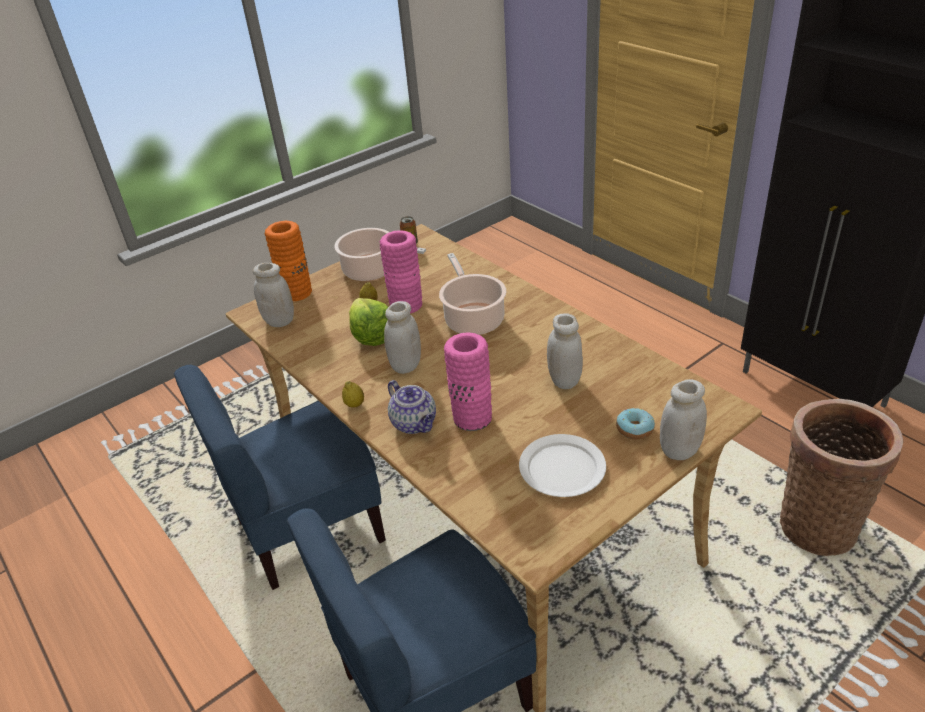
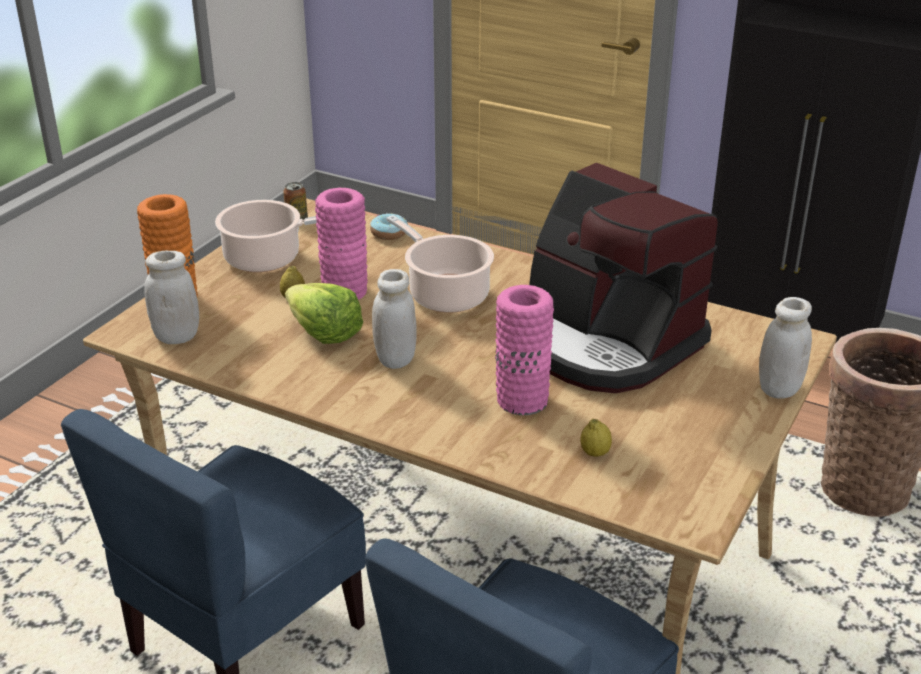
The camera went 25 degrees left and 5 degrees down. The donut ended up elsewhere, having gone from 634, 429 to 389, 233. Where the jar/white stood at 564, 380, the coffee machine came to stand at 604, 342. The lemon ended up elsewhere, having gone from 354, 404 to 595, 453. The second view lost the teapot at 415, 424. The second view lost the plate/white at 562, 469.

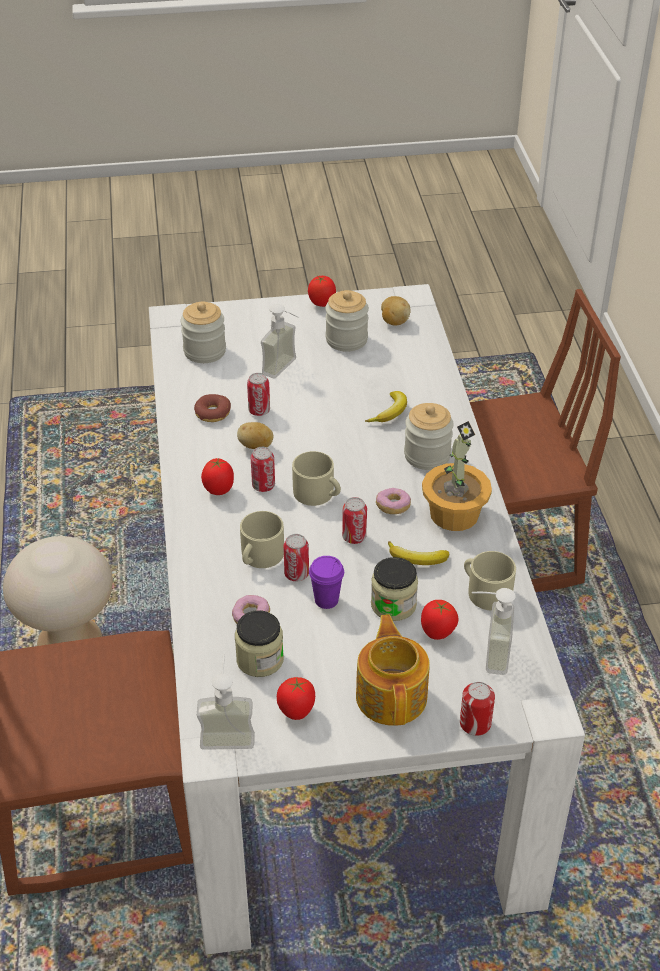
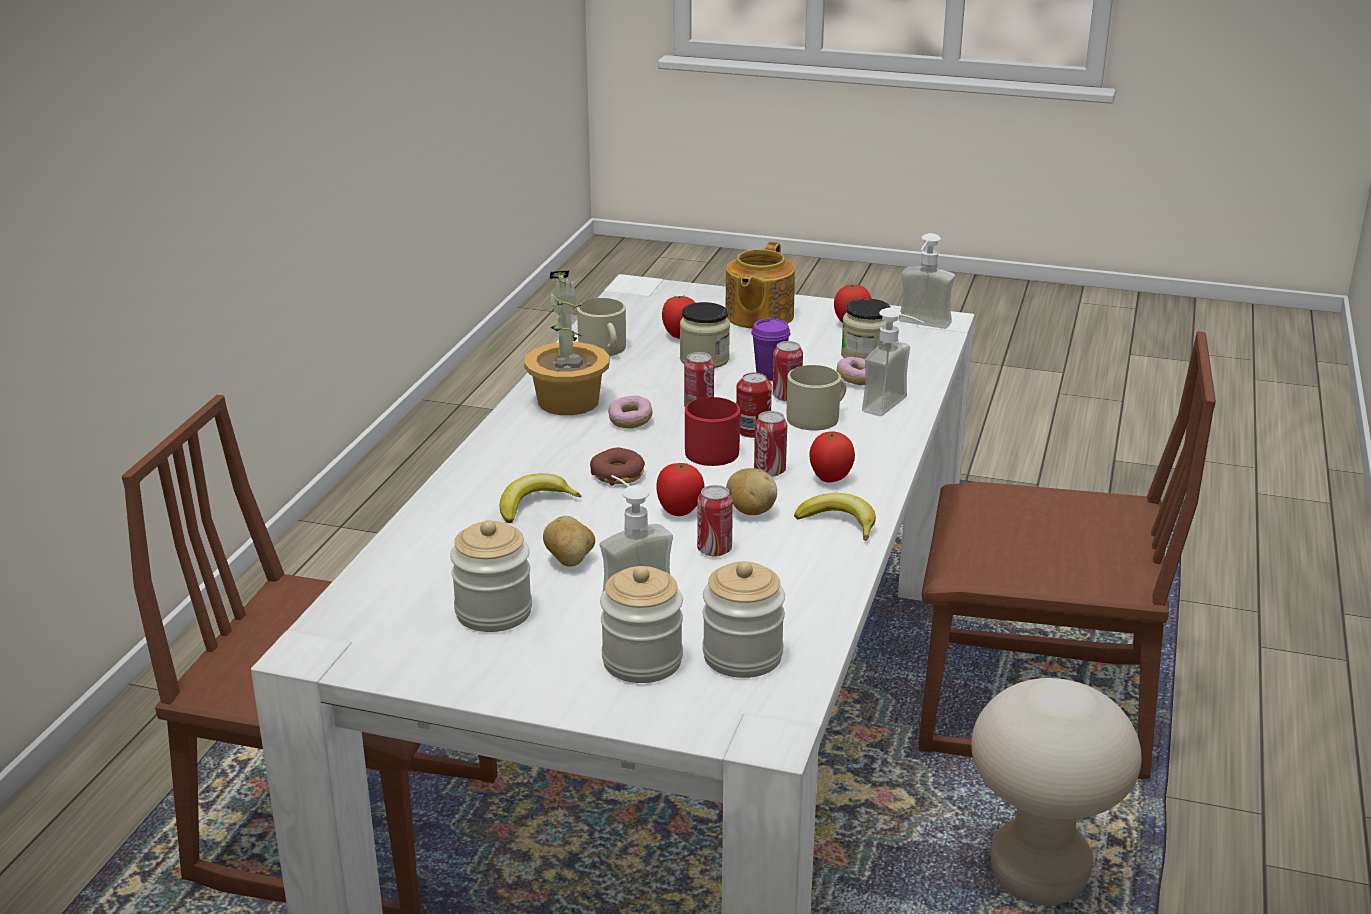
The camera went 155 degrees left and 15 degrees down. The potato ended up elsewhere, having gone from 394, 321 to 570, 561. The donut ended up elsewhere, having gone from 212, 413 to 617, 475. The jar ended up elsewhere, having gone from 427, 455 to 642, 661. The tomato ended up elsewhere, having gone from 322, 304 to 679, 512. What was the mug/beige at 318, 494 turned into the mug/red at 707, 450. The can ended up elsewhere, having gone from 475, 723 to 753, 430. The banana ended up elsewhere, having gone from 416, 559 to 839, 523. The soap dispenser ended up elsewhere, having gone from 486, 654 to 895, 407.

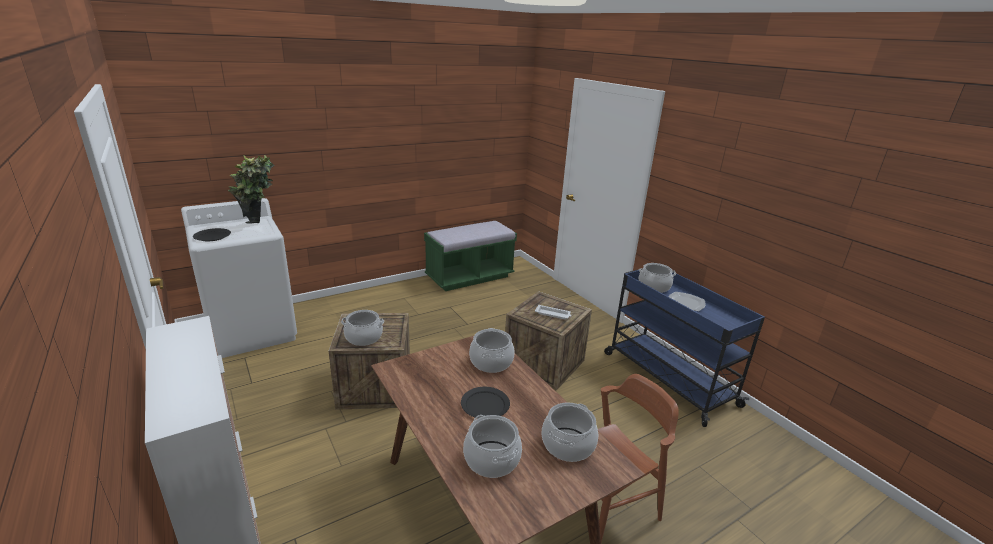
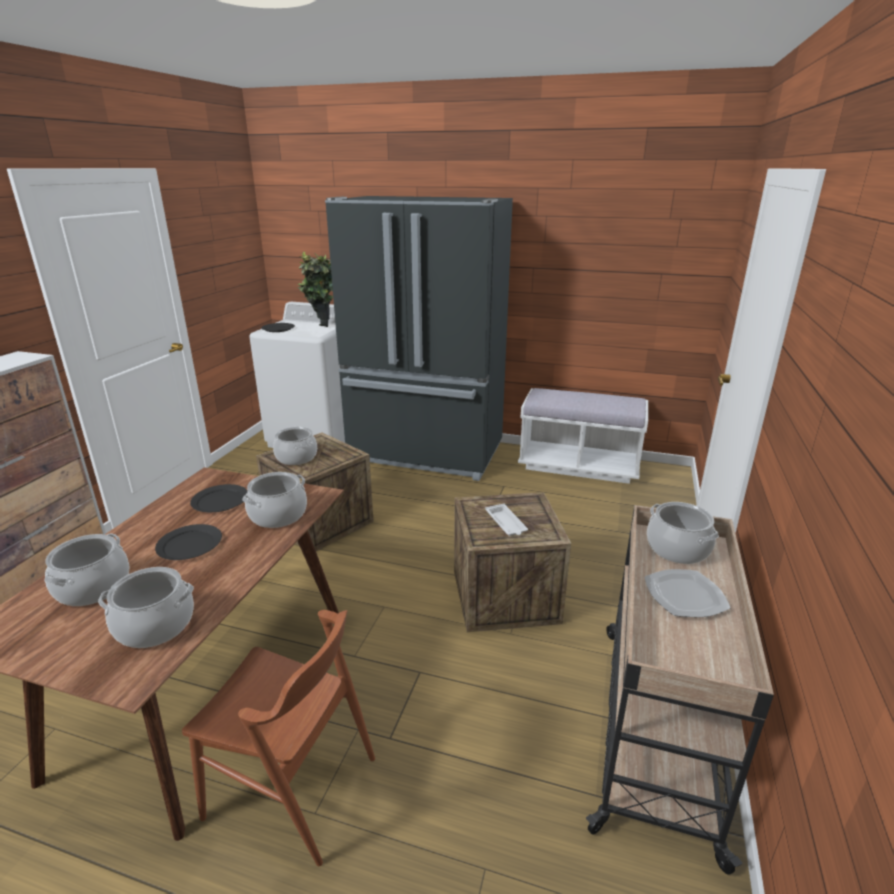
The camera went 50 degrees right and 0 degrees up. The second view gained the plate/black at 220, 501. The second view gained the fridge/black at 425, 454. What was the bench/green at 469, 277 turned into the bench/white at 578, 466. What was the cart/blue at 667, 378 turned into the cart/beige at 655, 727.

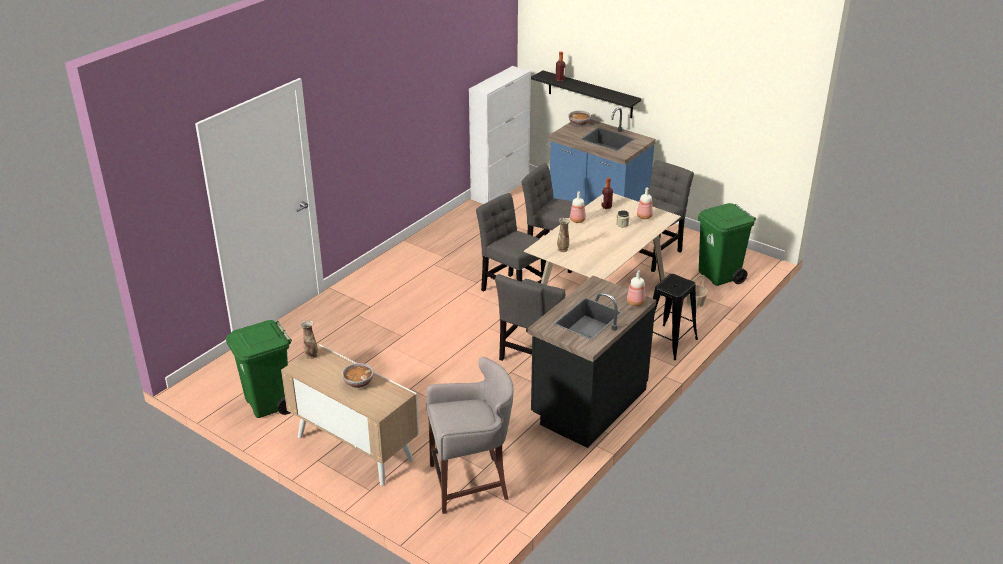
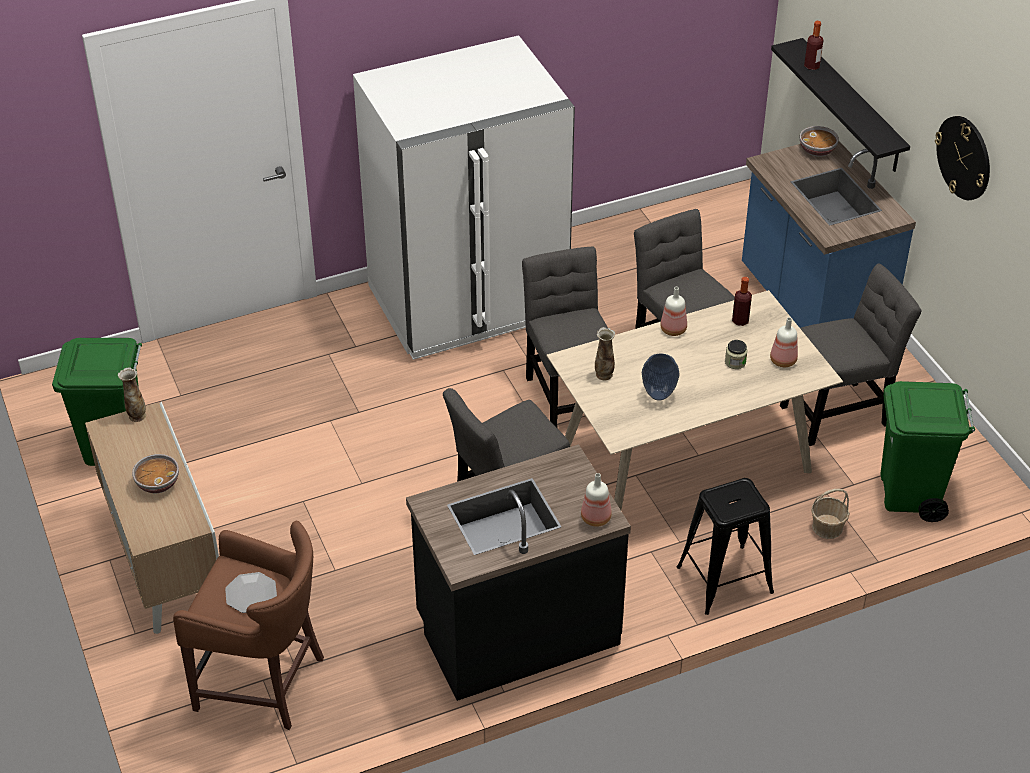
The camera went 30 degrees right and 10 degrees up. What was the stool/grey at 471, 483 turned into the stool/brown at 264, 682. The second view gained the plate at 251, 594. The second view gained the fridge/white at 468, 303. The second view gained the vase at 658, 394. The second view gained the wall clock at 964, 157. The second view lost the cabinet/white at 500, 189.

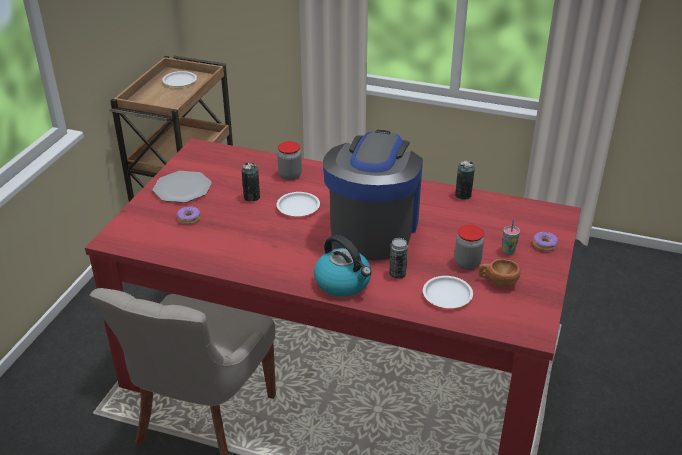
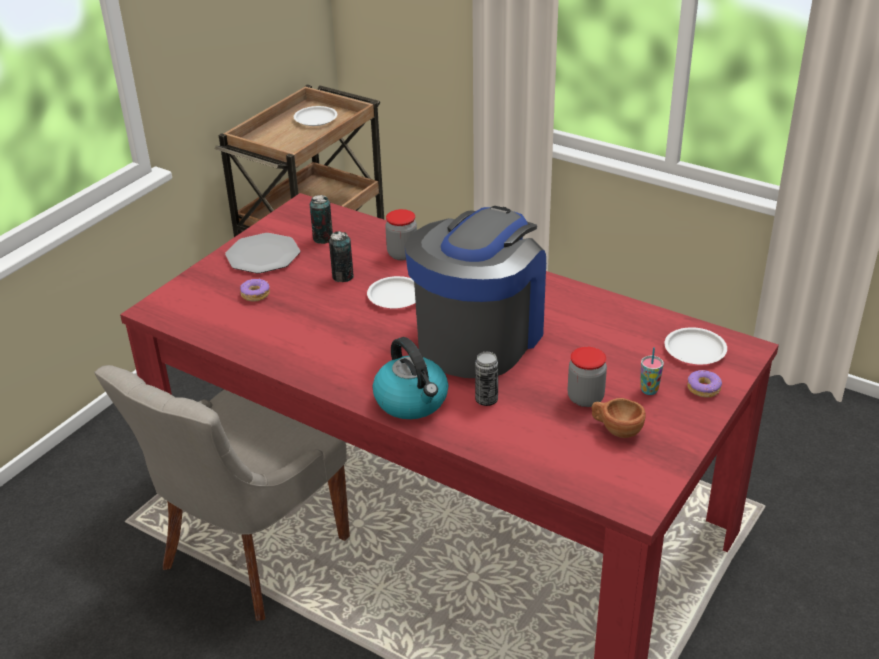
The camera went 15 degrees right and 0 degrees up. The can ended up elsewhere, having gone from 463, 195 to 323, 239. The plate/white ended up elsewhere, having gone from 447, 295 to 694, 350.

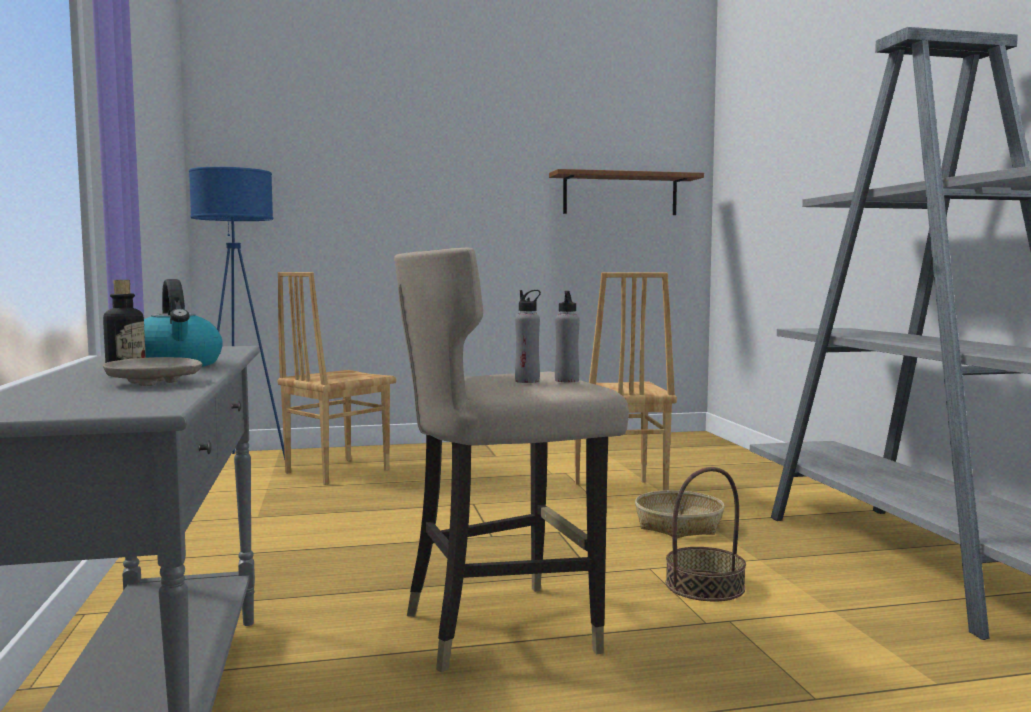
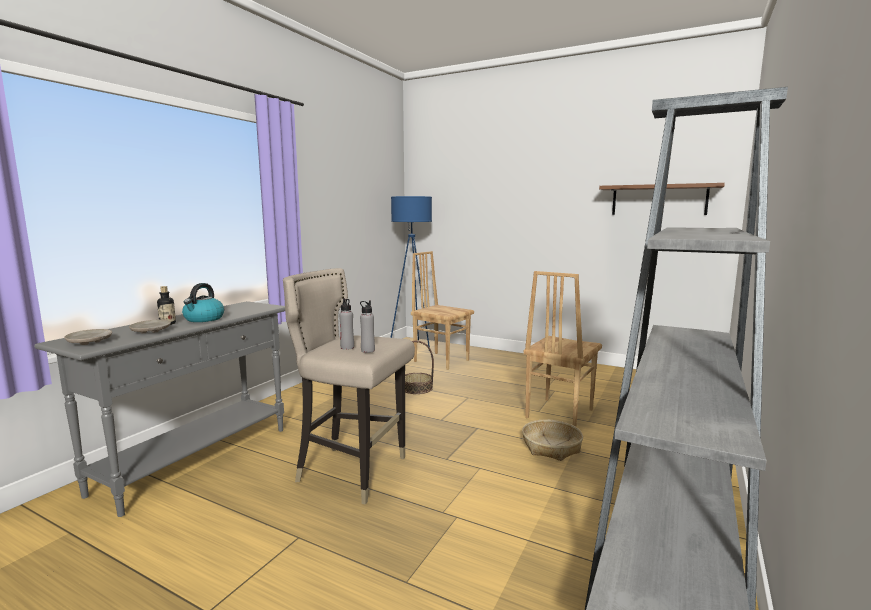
The camera went 40 degrees right and 5 degrees up. The second view gained the plate/beige at 90, 342. The basket ended up elsewhere, having gone from 704, 586 to 417, 388. The chair/brown at 335, 471 ended up facing another way, 45 degrees clockwise from before.

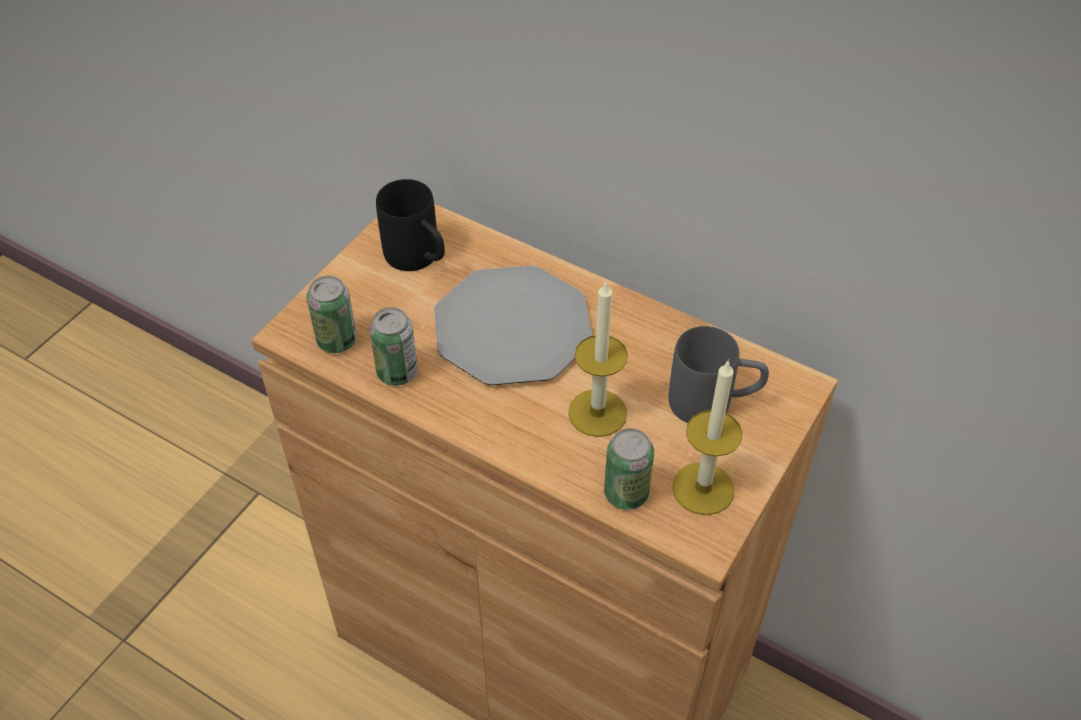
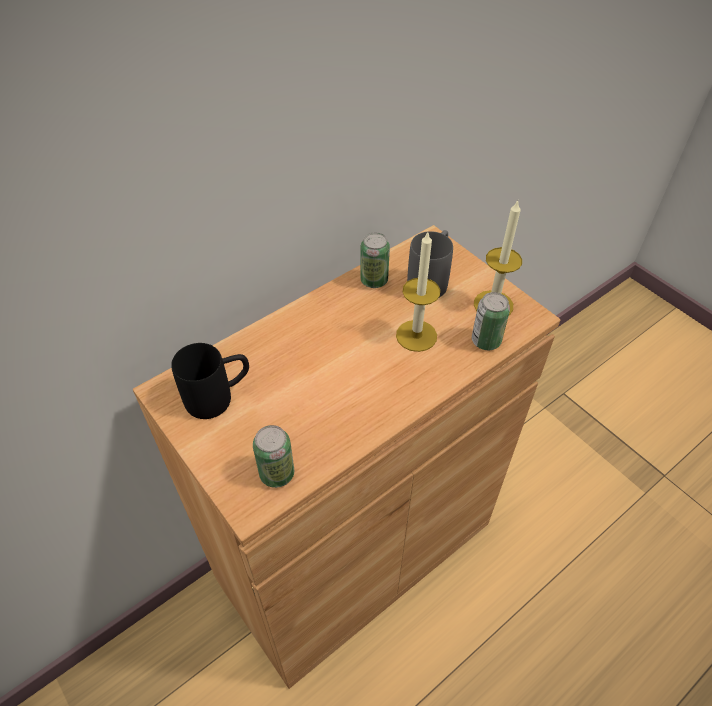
The camera went 70 degrees left and 0 degrees up. The can ended up elsewhere, having gone from 397, 372 to 374, 280. The second view lost the plate at 513, 327.

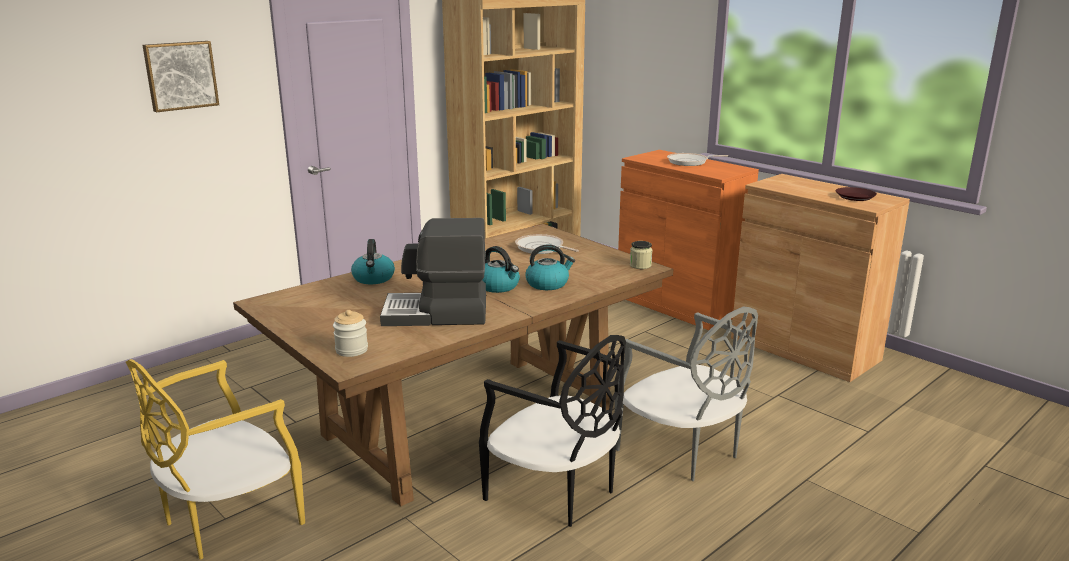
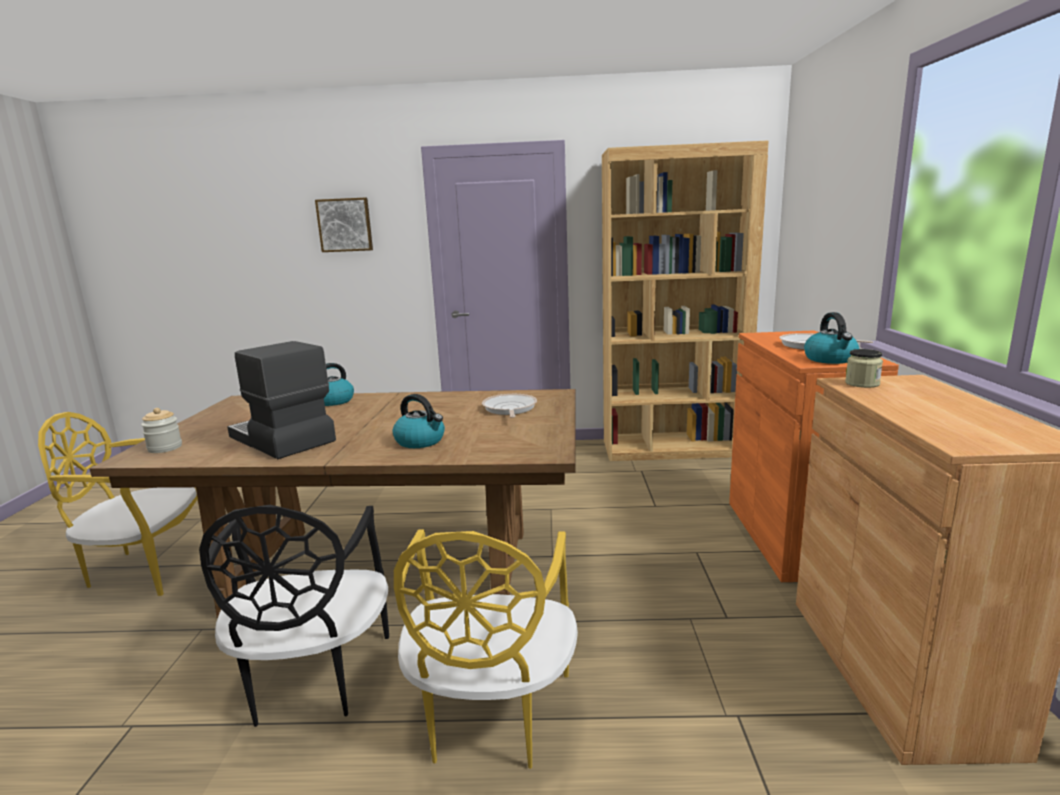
The camera went 45 degrees right and 5 degrees down. What was the chair/grey at 683, 451 turned into the chair/yellow at 491, 716. The kettle ended up elsewhere, having gone from 498, 286 to 830, 359. The jar ended up elsewhere, having gone from 640, 265 to 862, 384. The second view lost the plate/brown at 855, 197.

